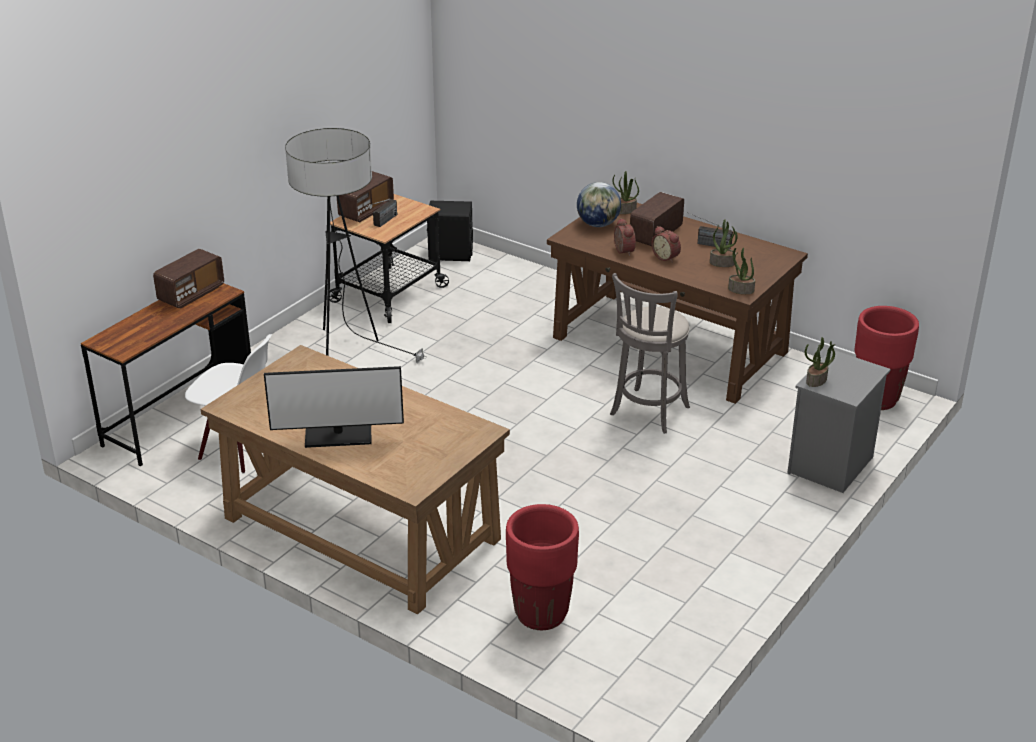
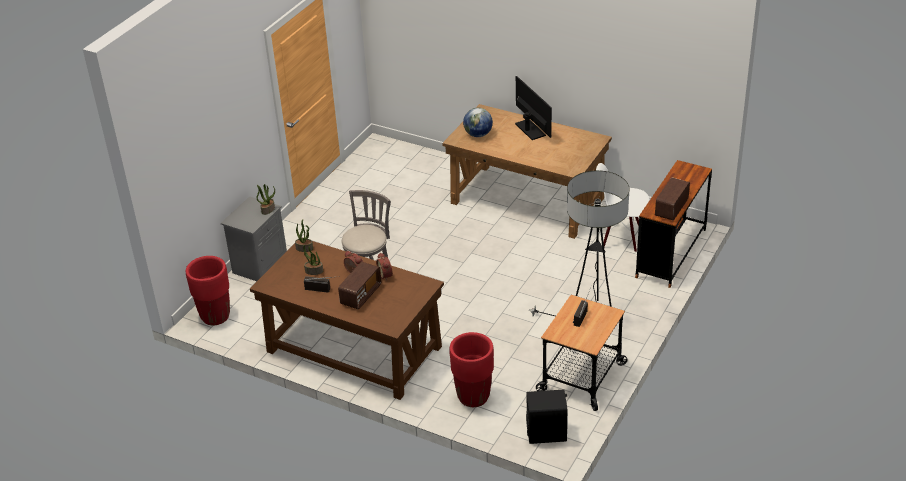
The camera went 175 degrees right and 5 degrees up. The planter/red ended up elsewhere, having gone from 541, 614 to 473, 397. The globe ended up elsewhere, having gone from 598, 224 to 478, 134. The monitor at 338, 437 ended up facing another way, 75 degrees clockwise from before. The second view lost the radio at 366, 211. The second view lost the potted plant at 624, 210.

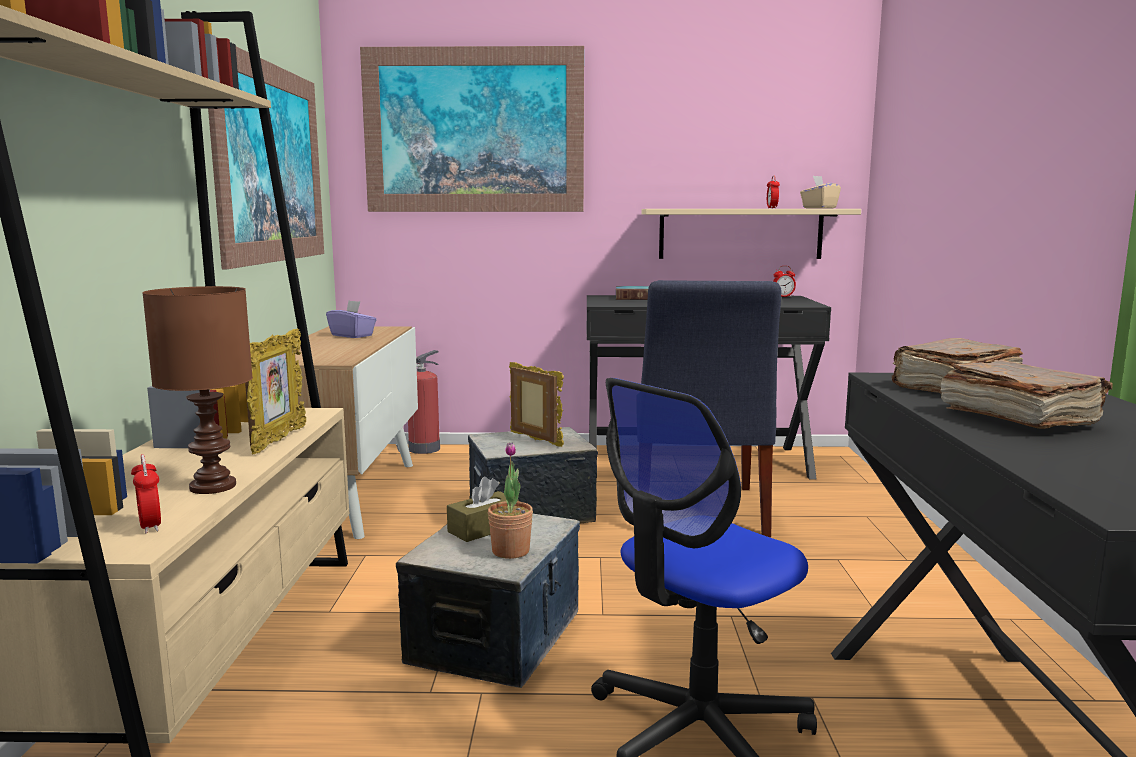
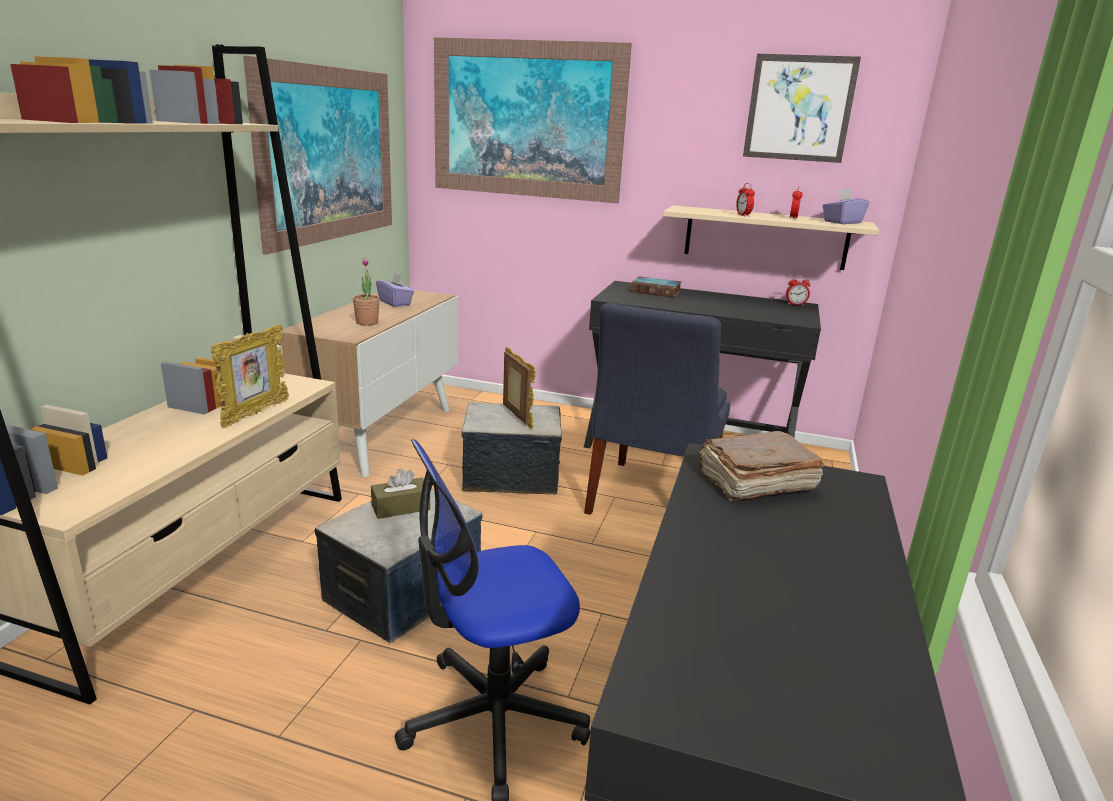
The camera went 15 degrees right and 10 degrees up. The potted plant ended up elsewhere, having gone from 510, 551 to 367, 322. The alarm clock ended up elsewhere, having gone from 150, 526 to 743, 215. The second view gained the picture at 799, 108. What was the tissue box/beige at 819, 208 turned into the tissue box/purple at 842, 222. The second view lost the table lamp/brown at 211, 487. The second view lost the fire extinguisher at 422, 449. The second view lost the book/brown at 1017, 418.

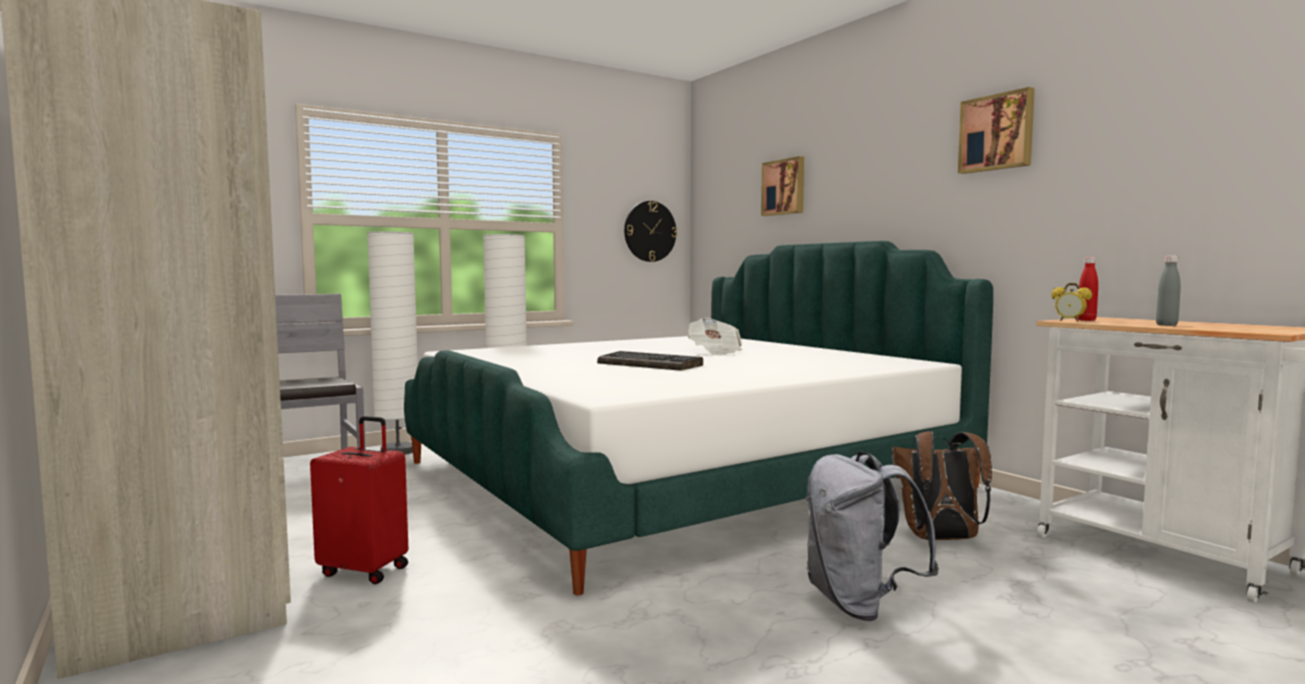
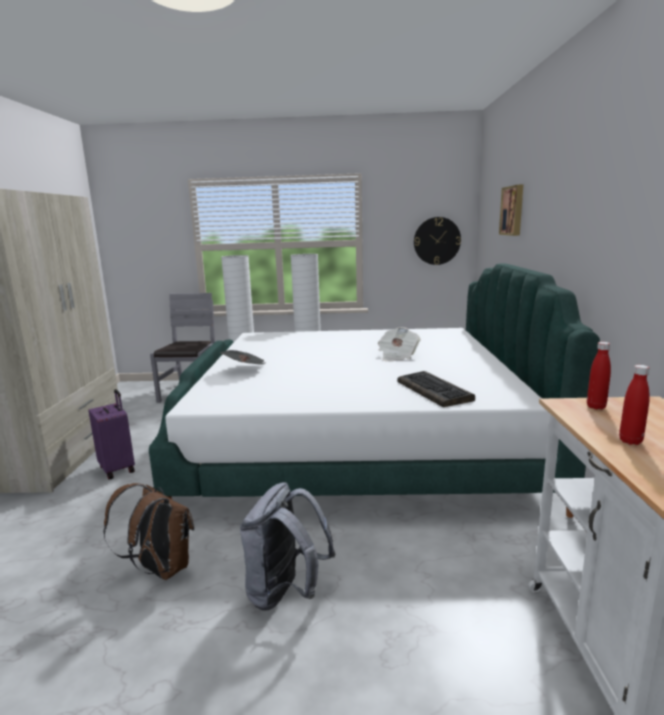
The camera went 35 degrees right and 10 degrees up. What was the suitcase/red at 365, 570 turned into the suitcase/purple at 118, 469. The backpack/brown ended up elsewhere, having gone from 939, 539 to 160, 569. The second view gained the newspaper at 246, 370. The keyboard ended up elsewhere, having gone from 651, 364 to 434, 391. What was the bottle/grey at 1166, 325 turned into the bottle/red at 630, 441. The second view lost the picture at 997, 133. The second view lost the alarm clock at 1069, 321.

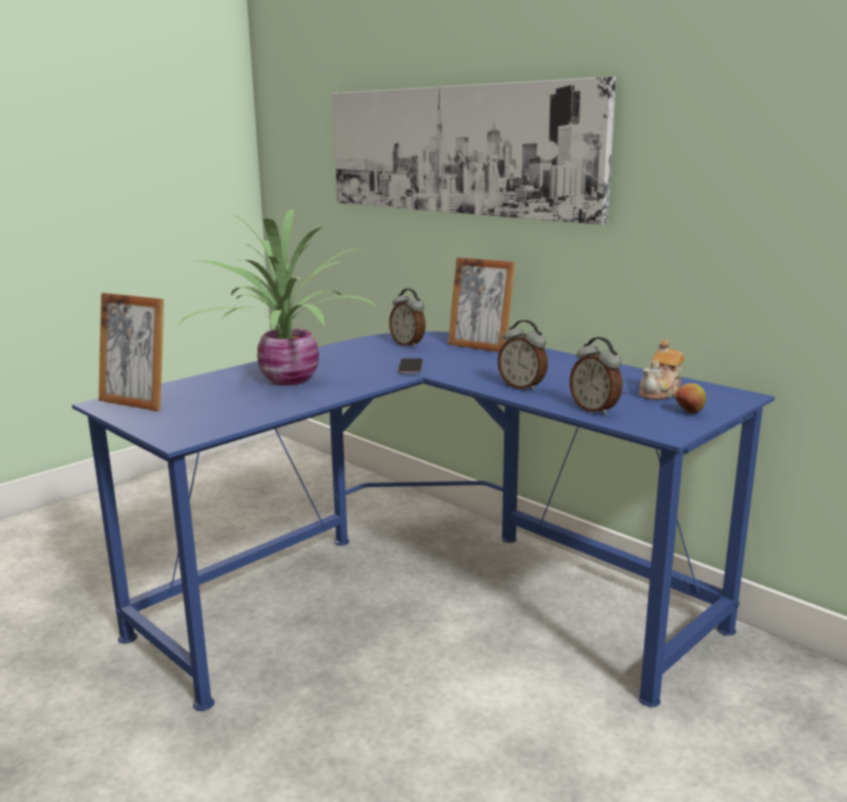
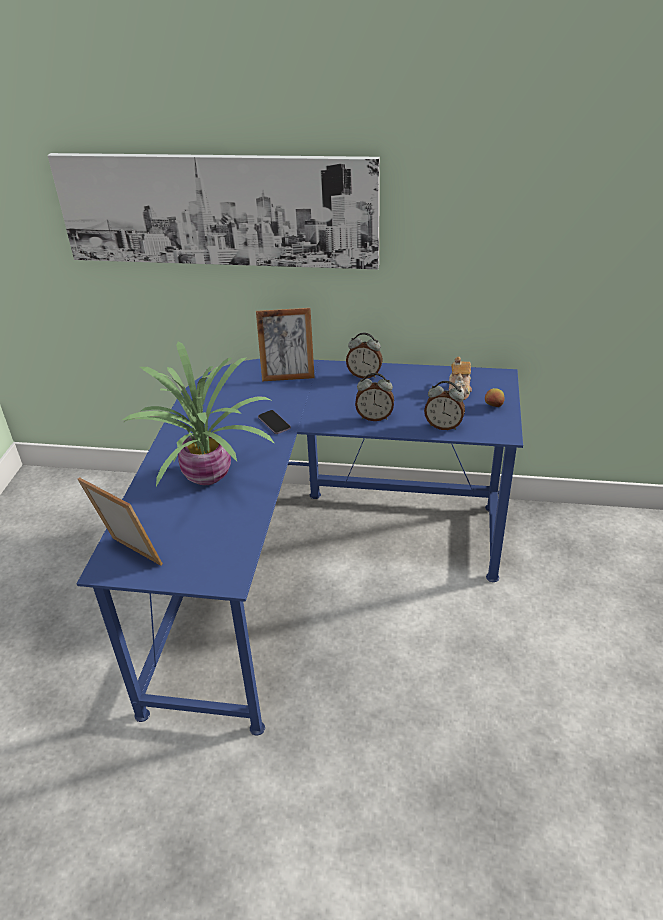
The camera went 35 degrees left and 20 degrees up. The picture frame at 136, 403 ended up facing another way, 135 degrees counterclockwise from before. The alarm clock ended up elsewhere, having gone from 408, 344 to 364, 375.

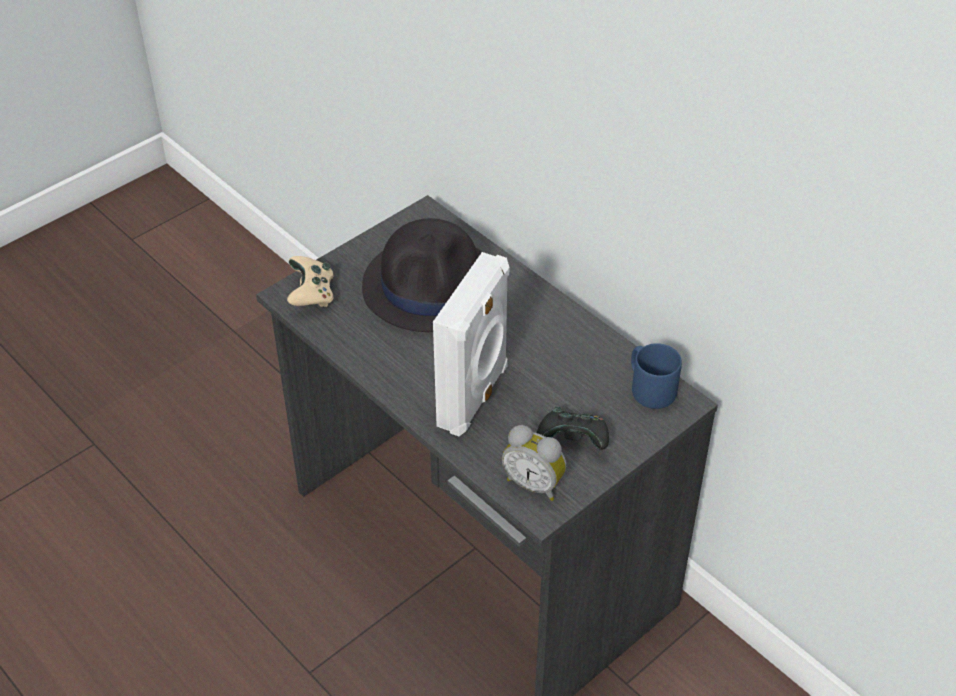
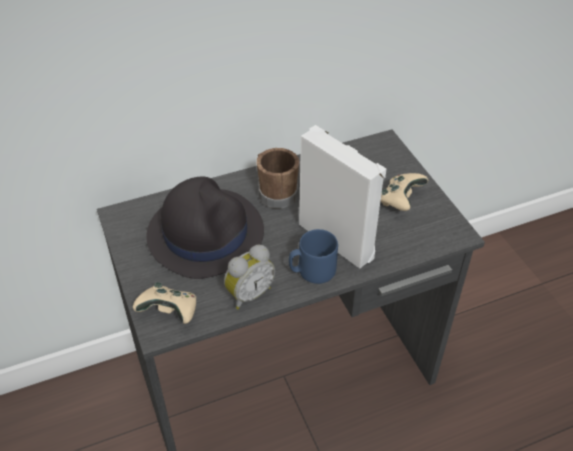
The camera went 70 degrees left and 0 degrees up. The alarm clock ended up elsewhere, having gone from 534, 483 to 249, 294. The second view gained the mug/brown at 275, 192. The mug/blue ended up elsewhere, having gone from 650, 389 to 312, 271. What was the game controller/black at 573, 441 turned into the game controller/beige at 400, 200.

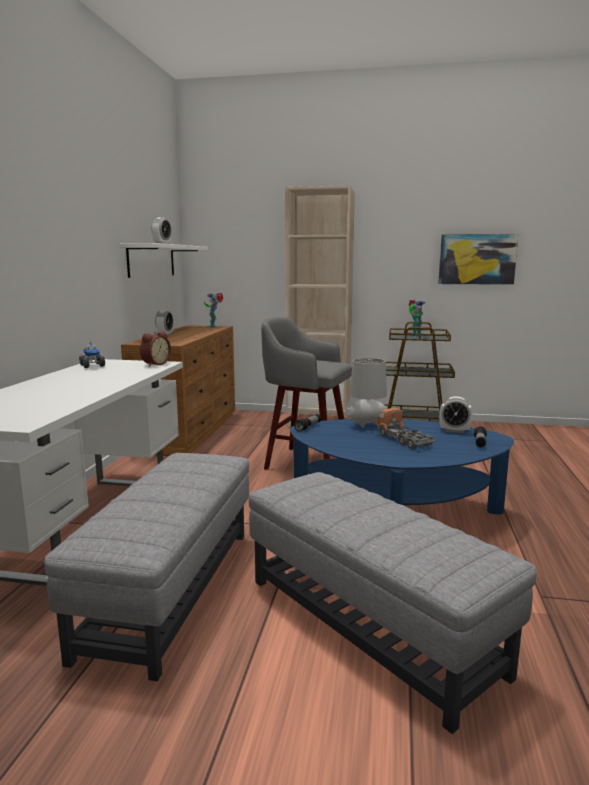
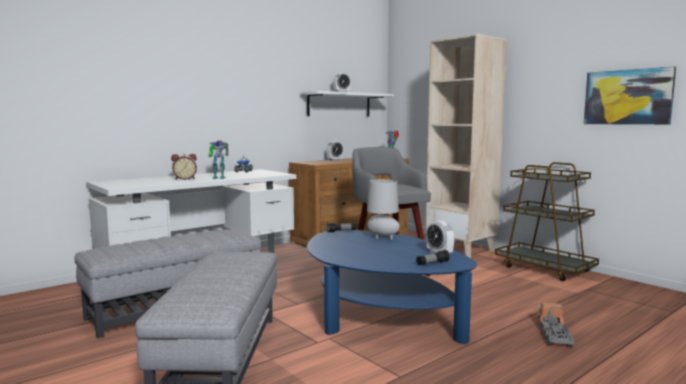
The camera went 40 degrees right and 5 degrees down. The alarm clock ended up elsewhere, having gone from 154, 364 to 184, 179. The toy robot ended up elsewhere, having gone from 416, 336 to 218, 178. The toy truck ended up elsewhere, having gone from 403, 440 to 554, 335.

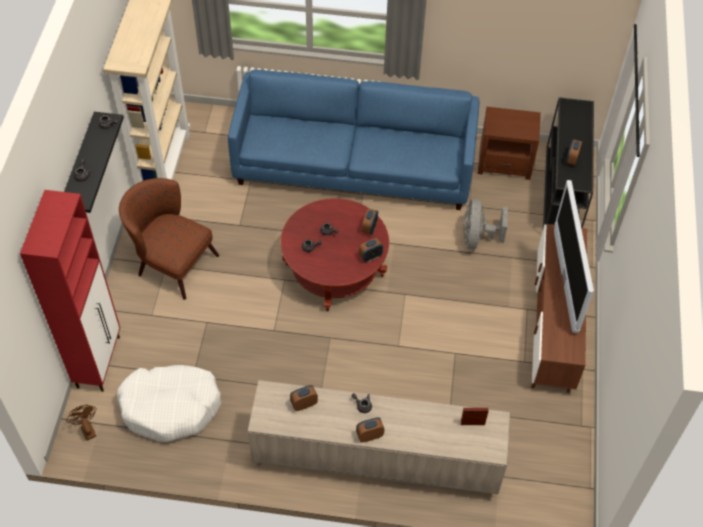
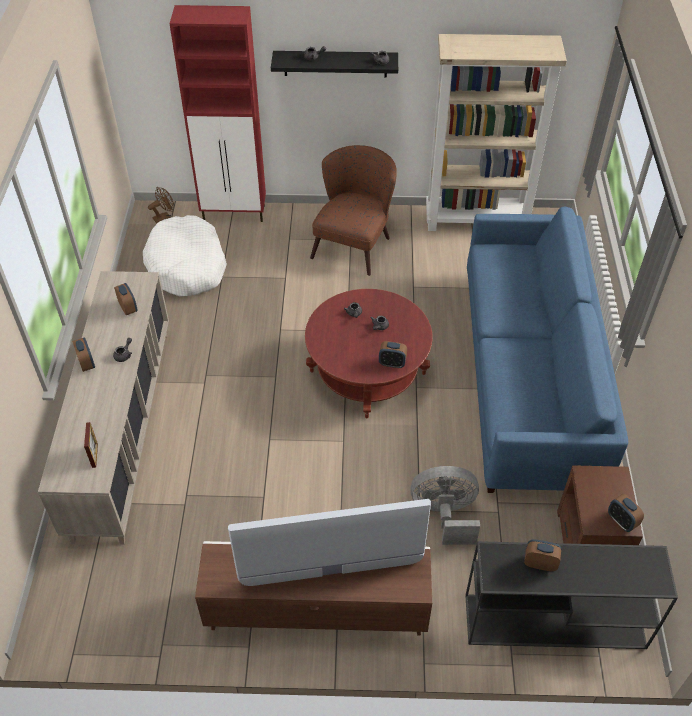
The camera went 85 degrees right and 5 degrees down. The alarm clock ended up elsewhere, having gone from 370, 257 to 621, 521.

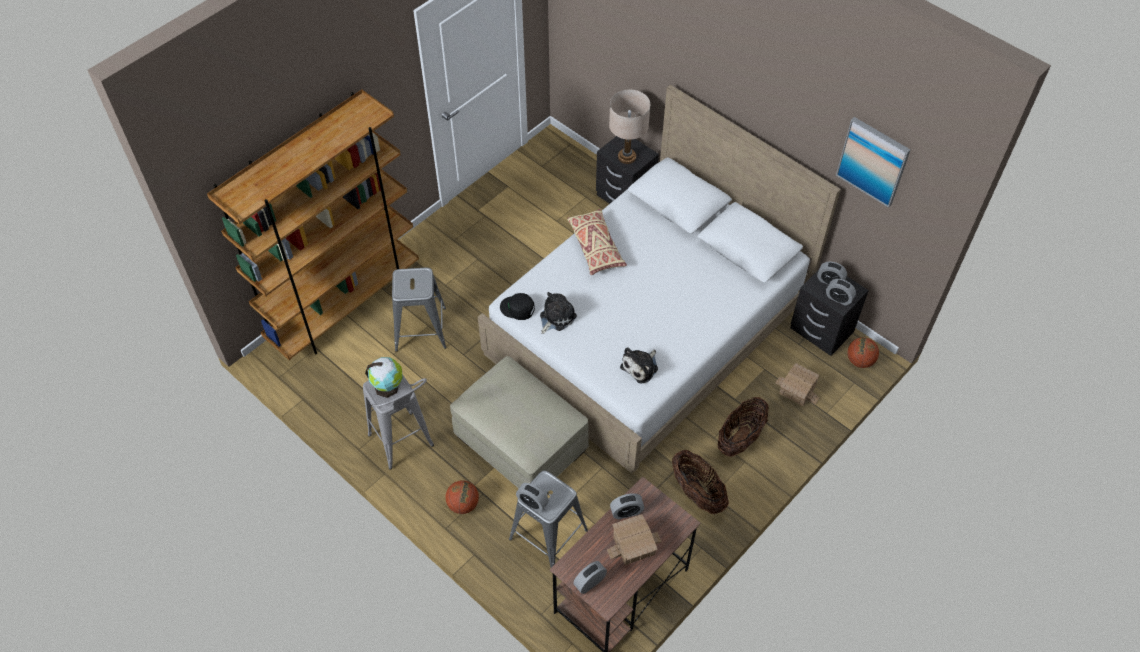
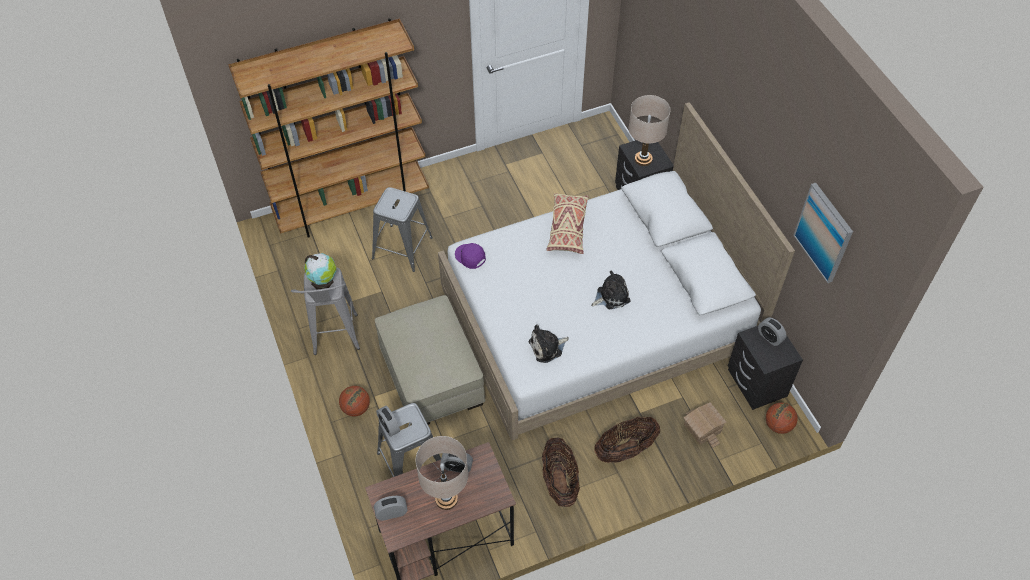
The camera went 25 degrees right and 0 degrees up. Where the toy house stood at 634, 546, the table lamp/beige came to stand at 446, 499. What was the cap/black at 517, 308 turned into the cap/purple at 470, 257. The plush toy ended up elsewhere, having gone from 556, 317 to 611, 296. The second view lost the alarm clock at 838, 298.

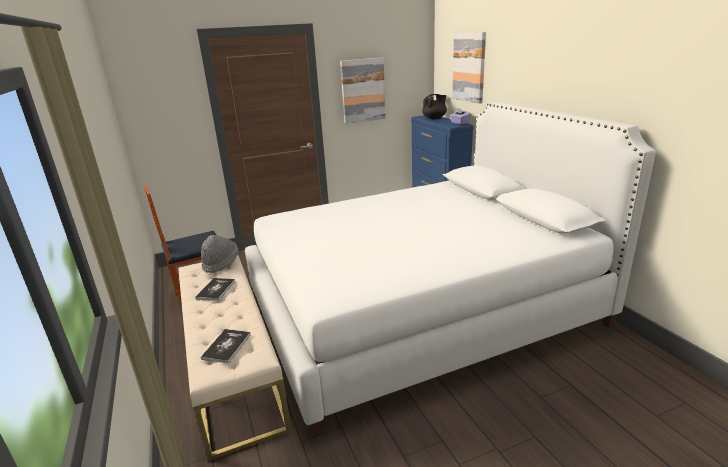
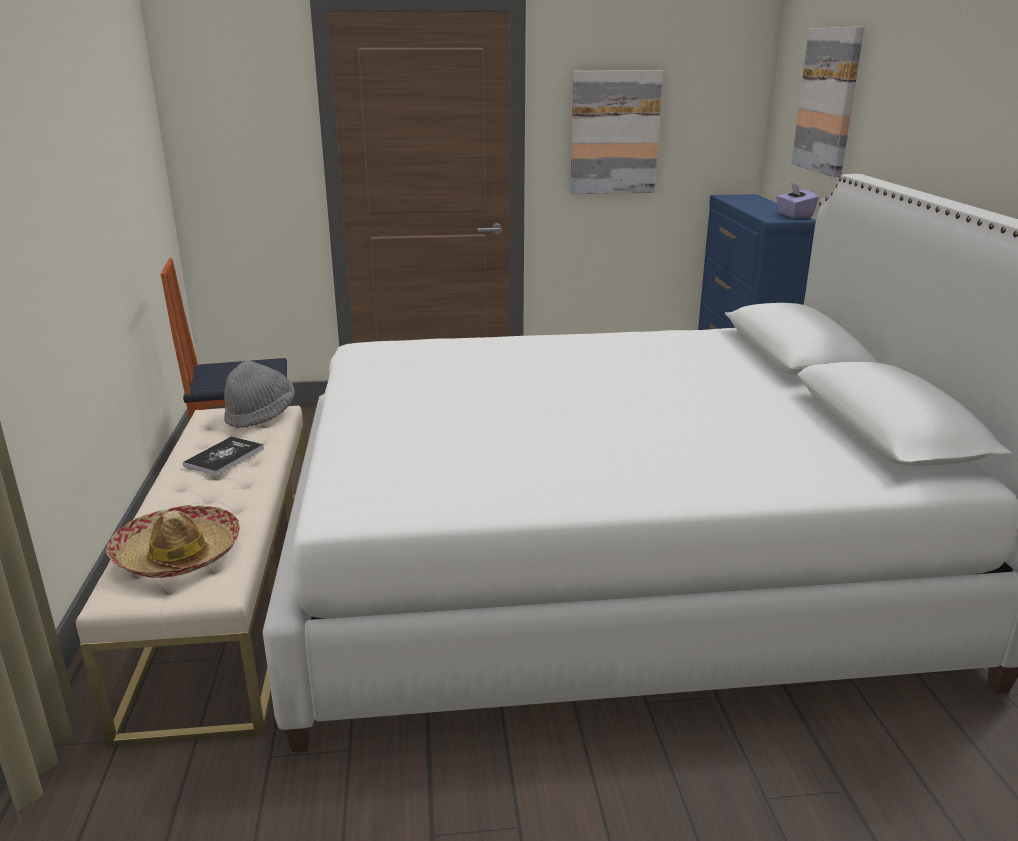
The camera went 15 degrees right and 0 degrees up. Where the book stood at 227, 346, the hat came to stand at 177, 555. The second view lost the teapot/black at 434, 118.

